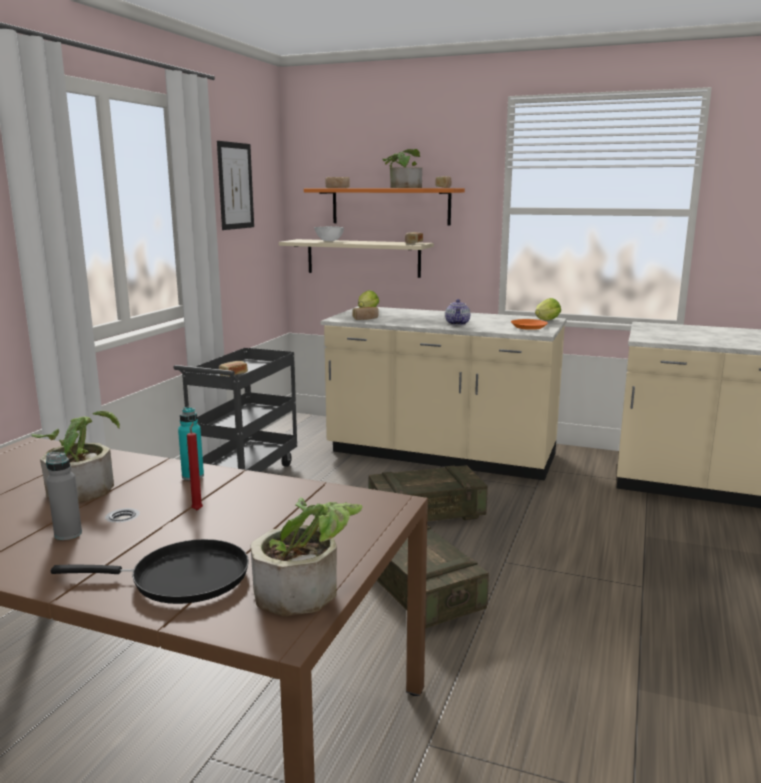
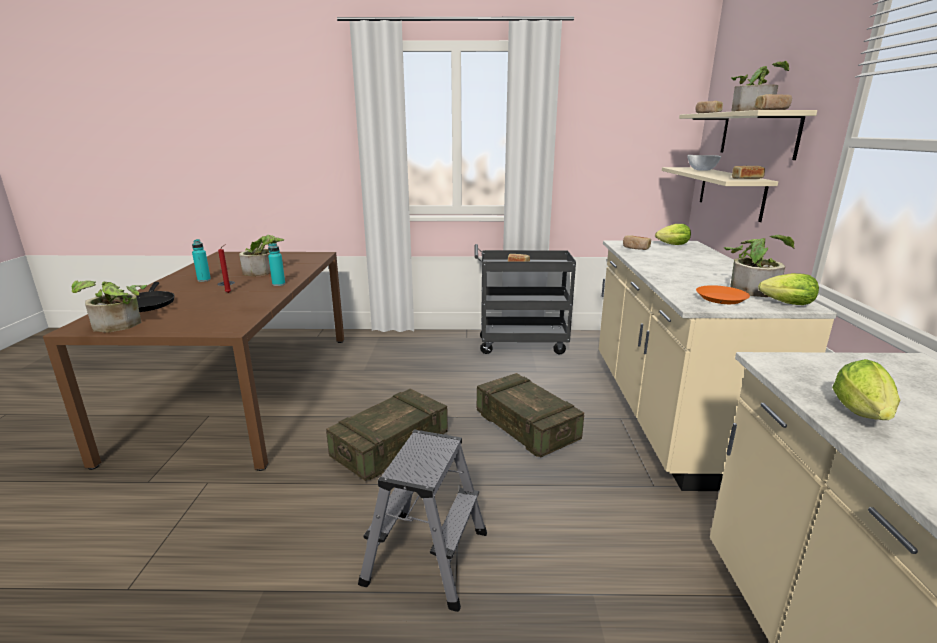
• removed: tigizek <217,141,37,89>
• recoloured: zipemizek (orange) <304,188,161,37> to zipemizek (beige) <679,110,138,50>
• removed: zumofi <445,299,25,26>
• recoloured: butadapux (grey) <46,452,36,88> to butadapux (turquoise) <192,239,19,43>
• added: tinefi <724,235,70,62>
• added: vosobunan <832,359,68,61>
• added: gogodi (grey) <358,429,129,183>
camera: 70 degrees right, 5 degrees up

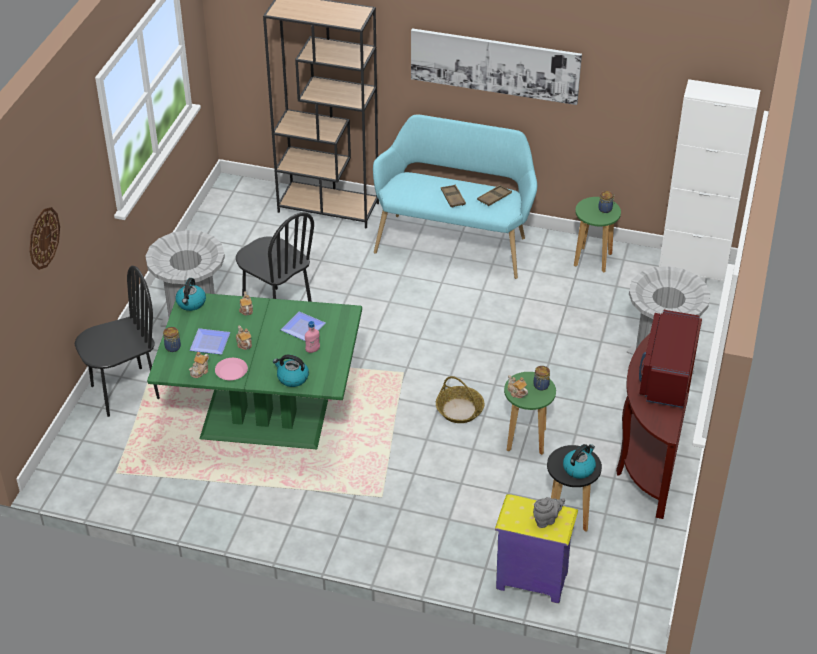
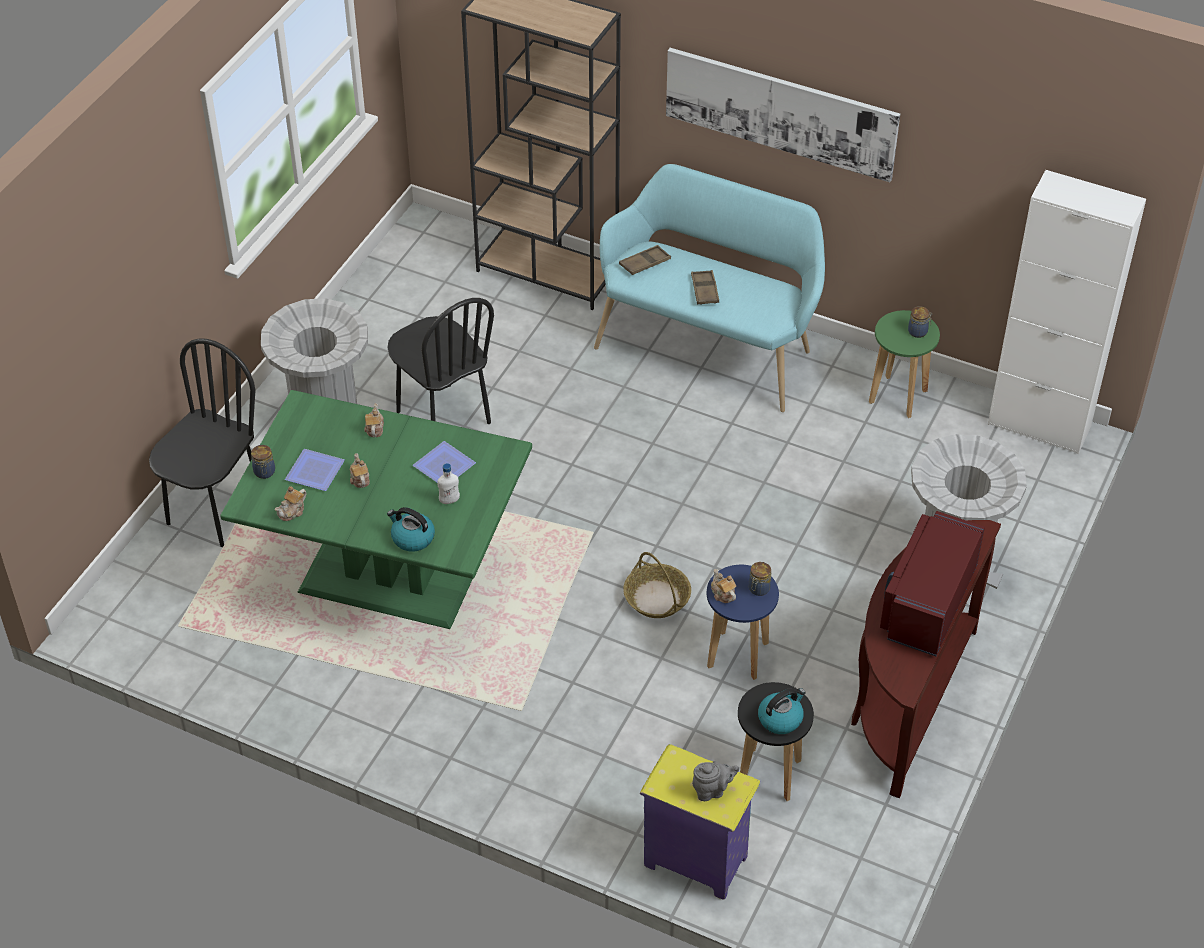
• moved: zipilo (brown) <477,185,35,21> to <619,245,52,30>
• removed: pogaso <29,207,31,63>
• turned: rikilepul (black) <75,266,85,151> = <149,338,106,209> 45 degrees counterclockwise
• removed: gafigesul <175,278,31,33>
• recoloured: butadapux (pink) <305,321,15,32> to butadapux (white) <437,463,23,41>
• removed: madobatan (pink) <215,358,33,22>
• recoloured: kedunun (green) <504,372,52,83> to kedunun (blue) <707,565,72,115>
camera: 10 degrees right, 5 degrees up

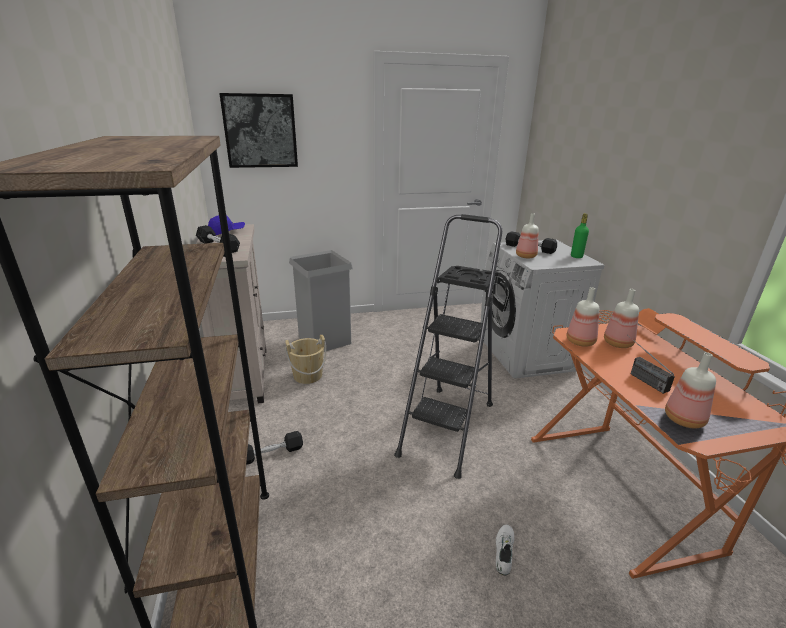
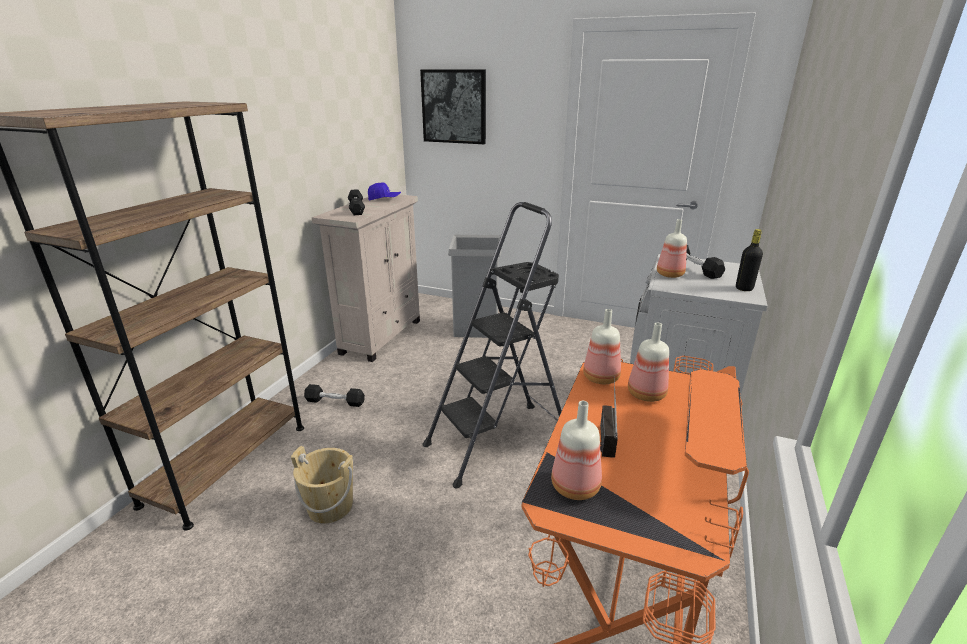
• recoloured: butadapux (green) <571,213,18,45> to butadapux (black) <736,229,27,62>
• moved: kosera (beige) <285,335,41,49> to <291,446,62,78>
• removed: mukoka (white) <496,525,18,50>
camera: 35 degrees right, 0 degrees up

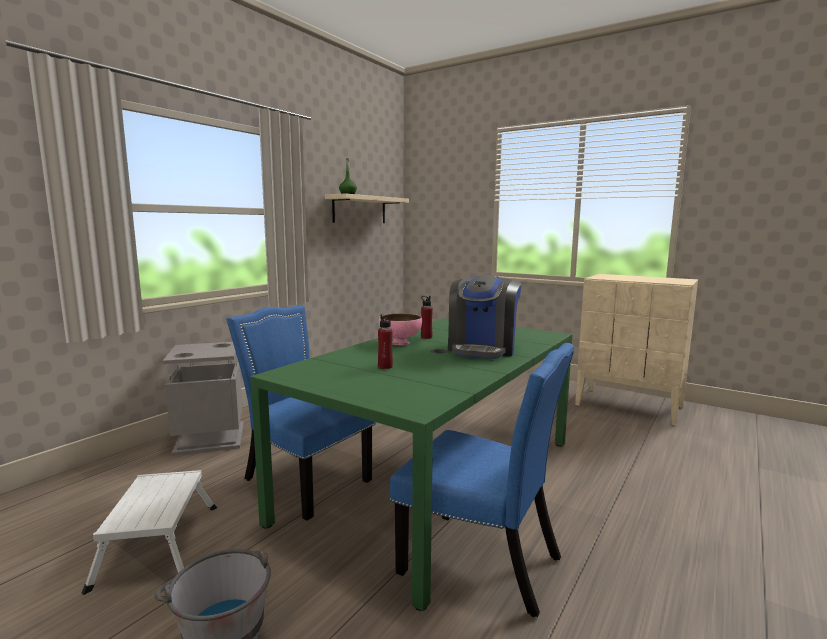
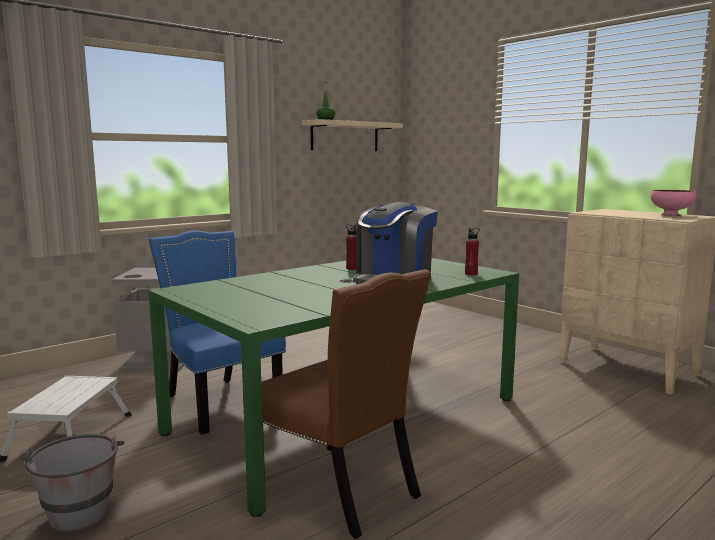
• moved: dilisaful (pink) <379,313,43,32> to <650,190,46,26>
• moved: butadapux (red) <378,314,15,55> to <465,228,15,47>
• recoloured: rikilepul (blue) <390,343,184,274> to rikilepul (brown) <243,270,188,269>
camera: 15 degrees right, 0 degrees up

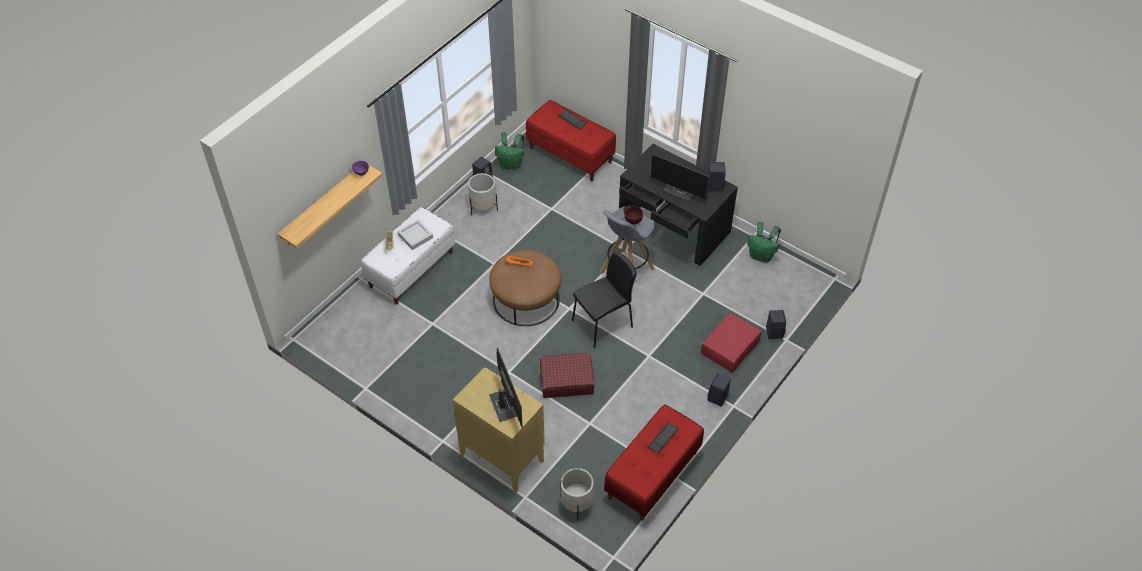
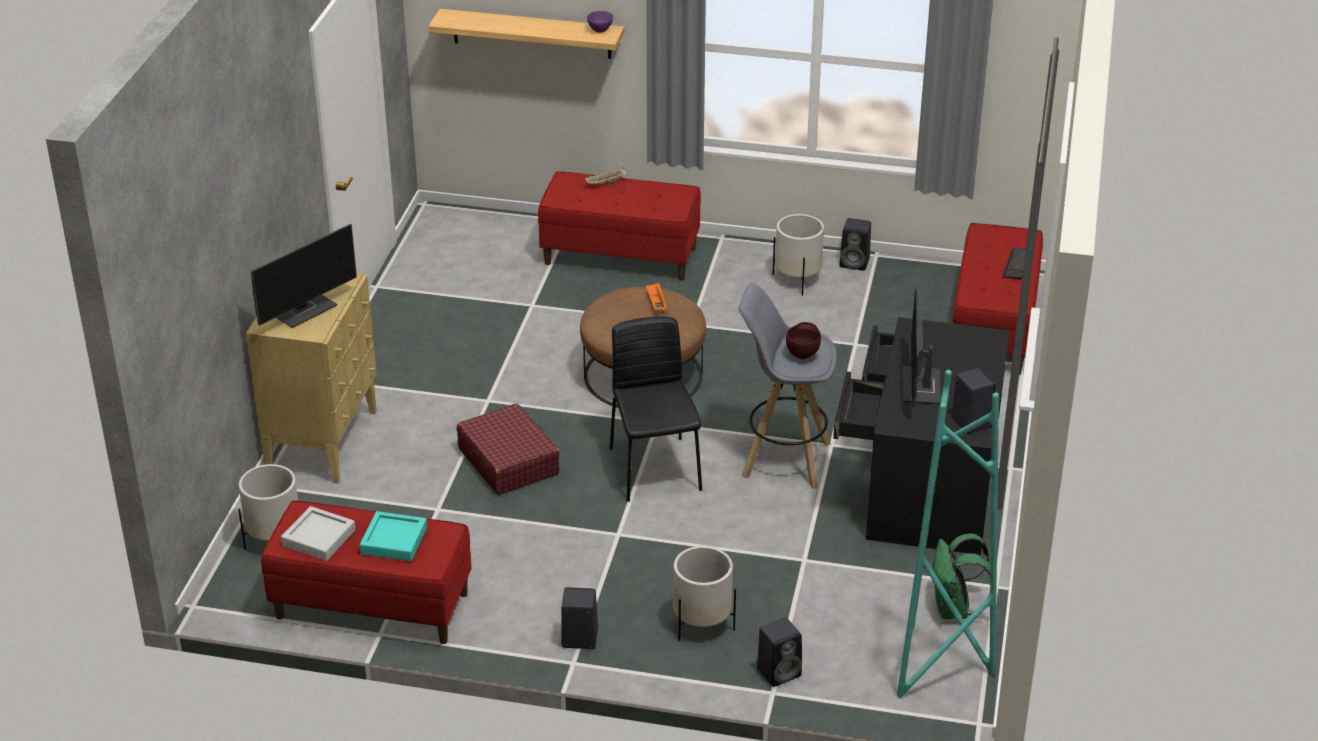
• removed: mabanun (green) <495,132,29,38>
• recoloured: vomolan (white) <361,207,94,98> to vomolan (red) <538,171,163,110>
• moved: zipilo (grey) <397,220,36,30> to <281,506,74,55>
• turned: rikilepul (black) <572,251,65,97> = <610,316,93,186> 135 degrees counterclockwise
• replaced: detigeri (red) <701,313,61,59> to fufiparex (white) <673,546,63,95>
• replaced: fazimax <648,423,31,30> to zipilo (turquoise) <360,511,67,50>
• added: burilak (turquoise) <897,370,102,327>
camera: 65 degrees right, 15 degrees down

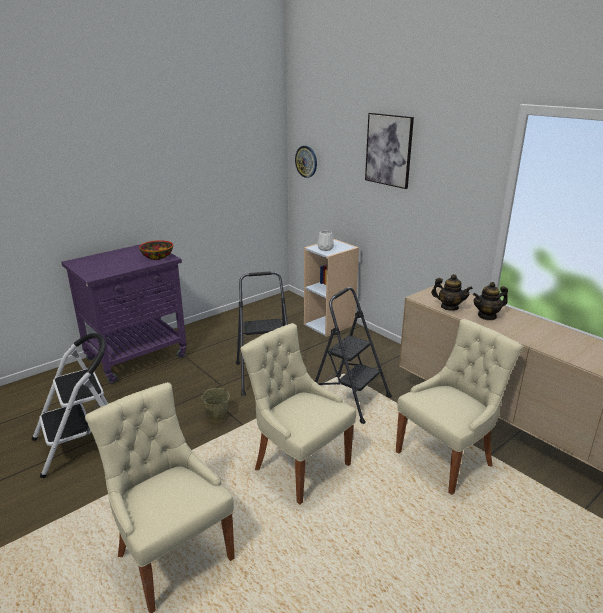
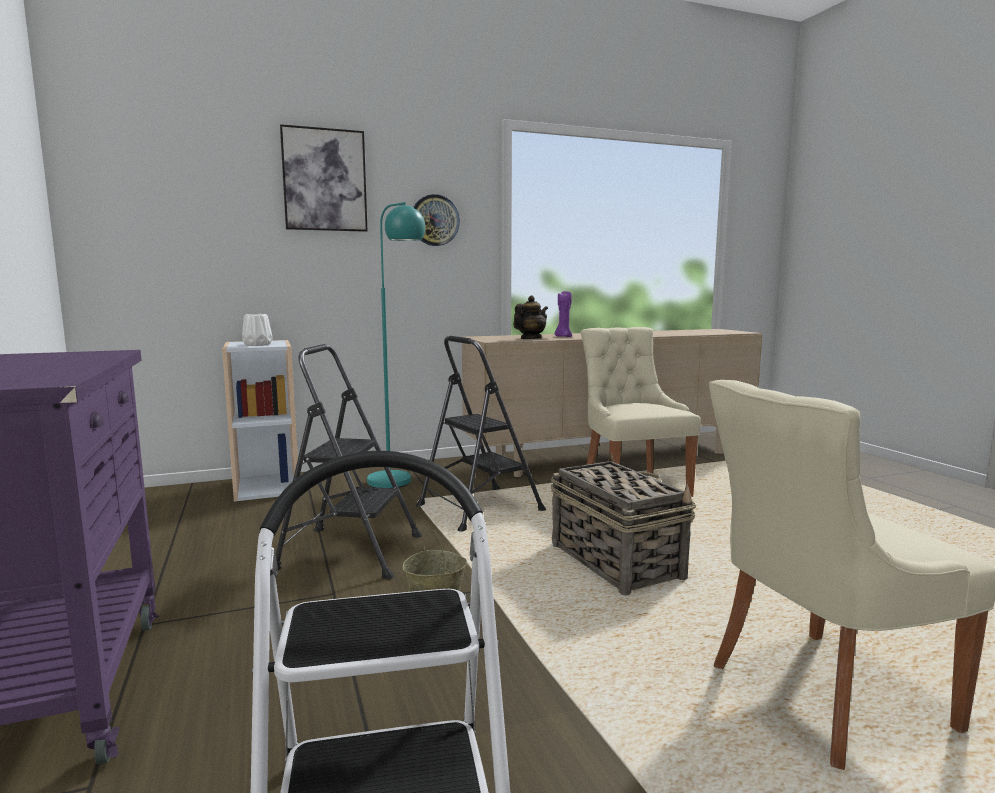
• moved: pogaso <295,146,22,32> to <413,194,47,52>
• removed: dilisaful <139,240,34,20>
• replaced: zumofi <473,282,35,38> to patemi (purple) <555,291,17,46>
• replaced: rikilepul (beige) <241,323,115,182> to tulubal <551,452,146,144>
• added: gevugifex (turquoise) <367,202,58,286>
camera: 70 degrees left, 15 degrees down

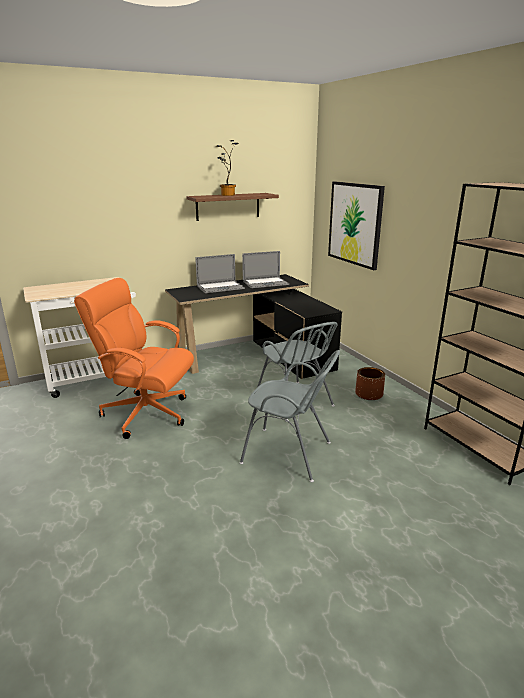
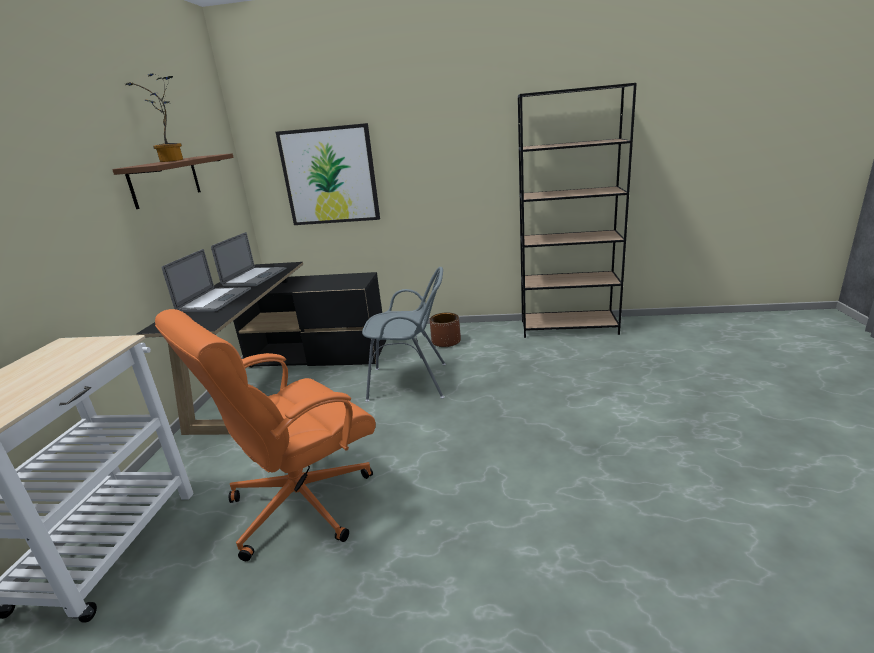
• removed: rikilepul (grey) <239,350,101,132>
camera: 55 degrees left, 0 degrees up

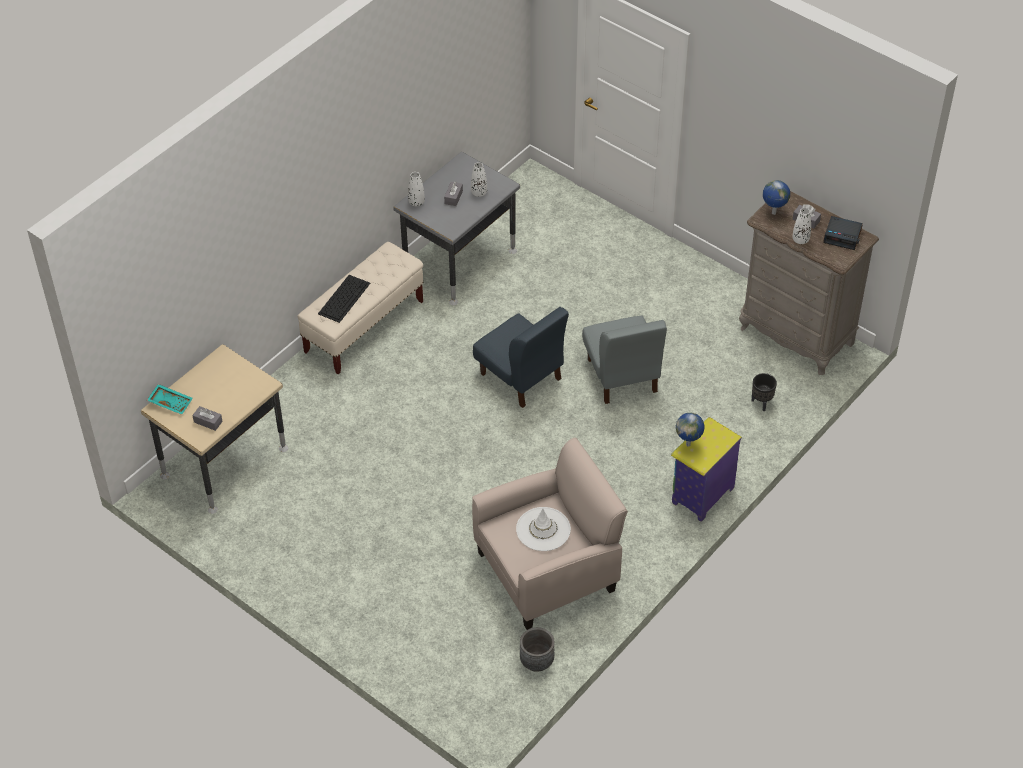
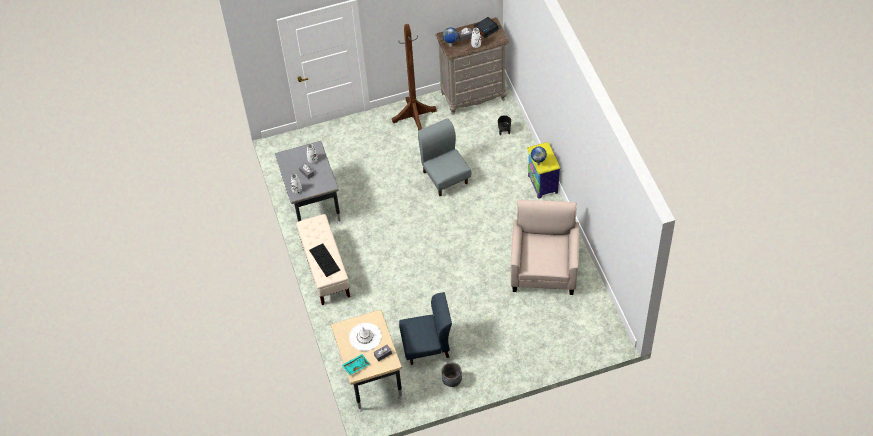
• moved: rikilepul (blue) <473,307,96,101> to <399,292,53,73>
• turned: rikilepul (grey) <582,316,85,88> = <418,118,53,78> 135 degrees counterclockwise
• moved: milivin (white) <516,507,55,44> to <349,323,33,28>
• moved: fufiparex (grey) <520,627,35,45> to <442,362,20,25>
• added: burilak (brown) <392,24,45,107>
camera: 55 degrees left, 5 degrees up

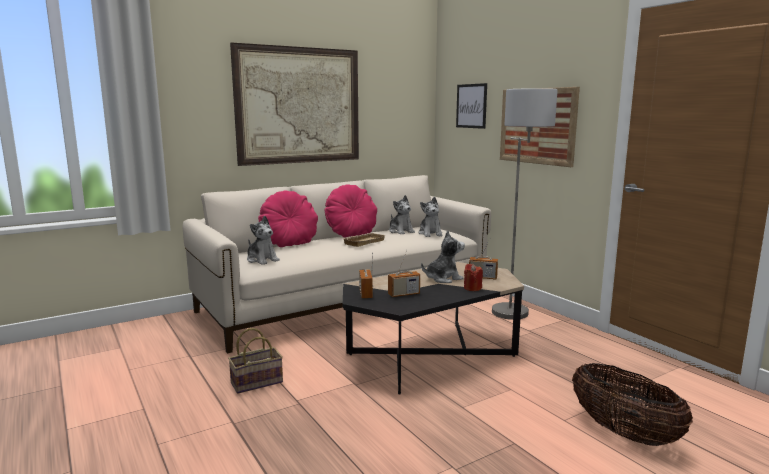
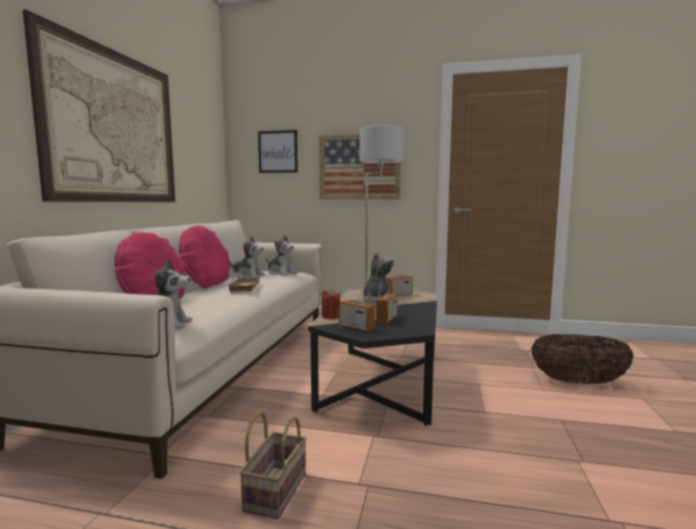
• moved: patemi (red) <464,264,19,27> to <321,289,19,30>
camera: 45 degrees left, 5 degrees down

